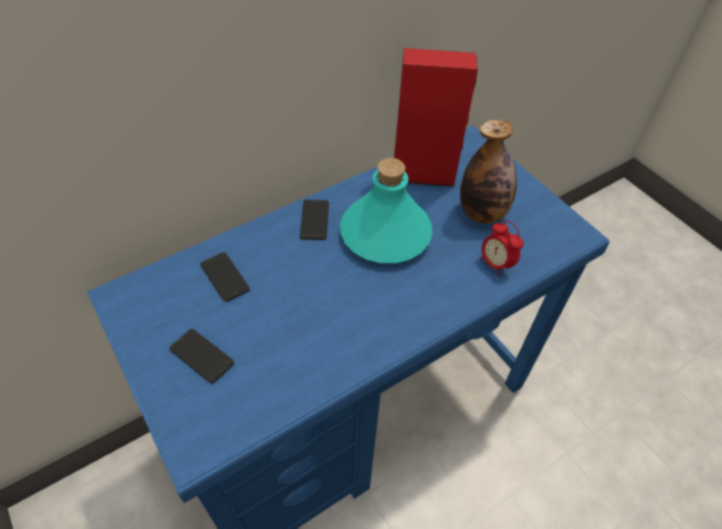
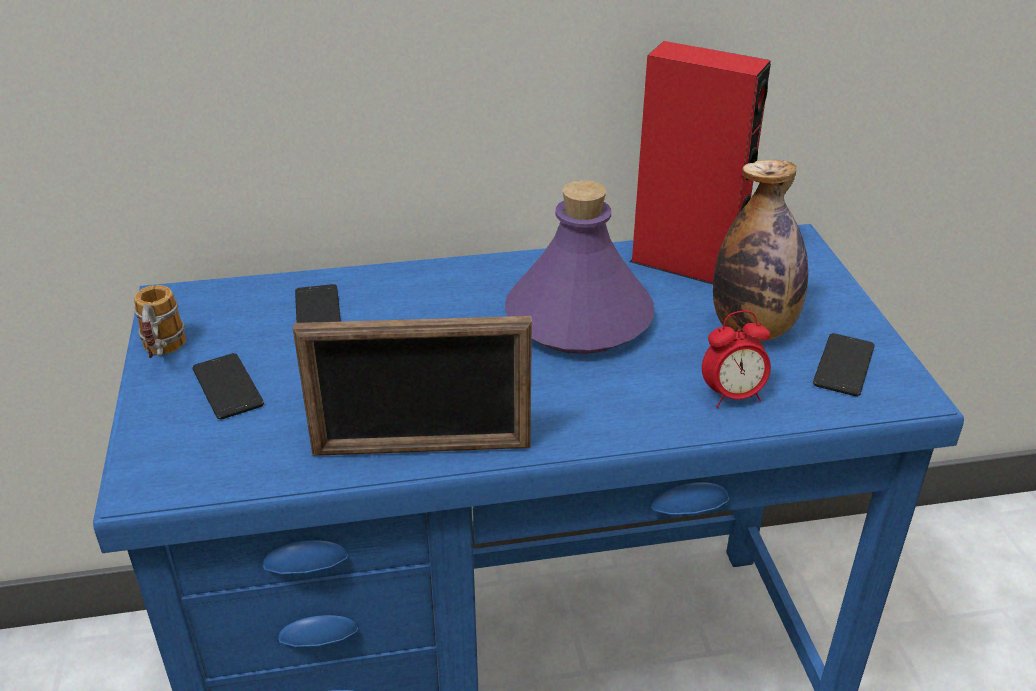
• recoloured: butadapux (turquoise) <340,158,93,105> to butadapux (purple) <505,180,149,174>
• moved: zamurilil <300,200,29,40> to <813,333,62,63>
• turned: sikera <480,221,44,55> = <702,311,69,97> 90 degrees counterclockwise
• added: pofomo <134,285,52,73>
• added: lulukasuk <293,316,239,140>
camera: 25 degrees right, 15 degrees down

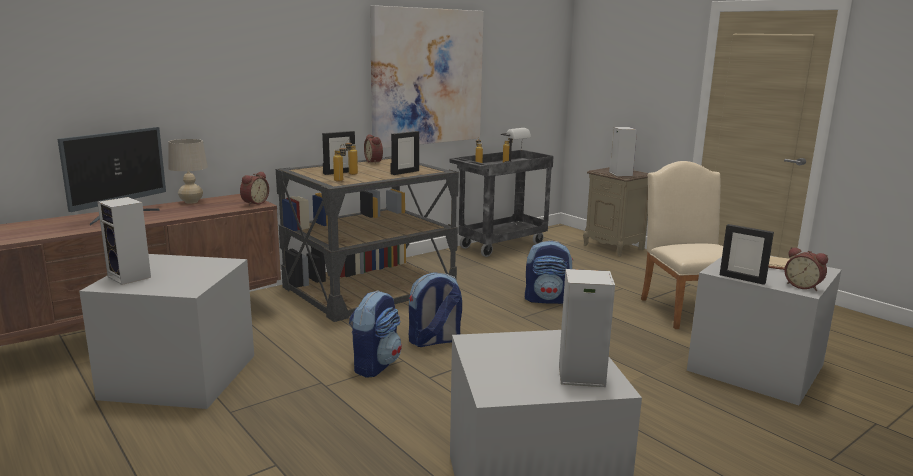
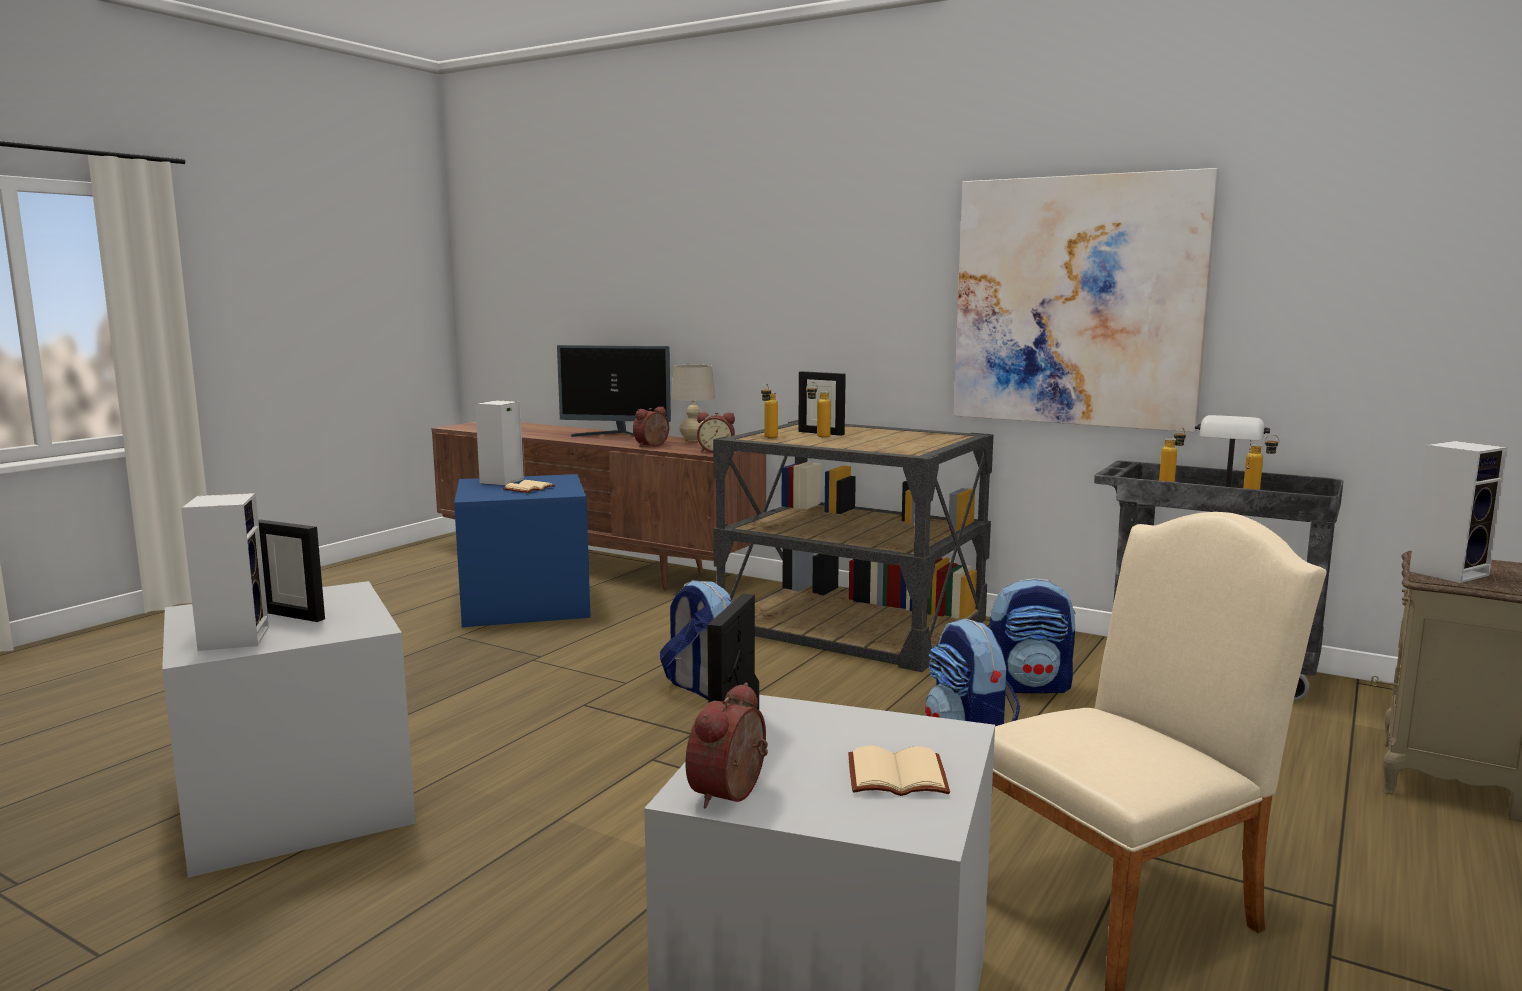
• moved: lulukasuk <391,131,28,44> to <258,520,67,102>
• moved: sikera <364,135,19,29> to <633,407,36,40>
• recoloured: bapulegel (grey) <79,254,175,155> to bapulegel (blue) <454,474,137,153>
• moved: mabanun <349,290,53,88> to <989,578,87,115>
• added: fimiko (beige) <503,480,52,13>
camera: 70 degrees right, 5 degrees down

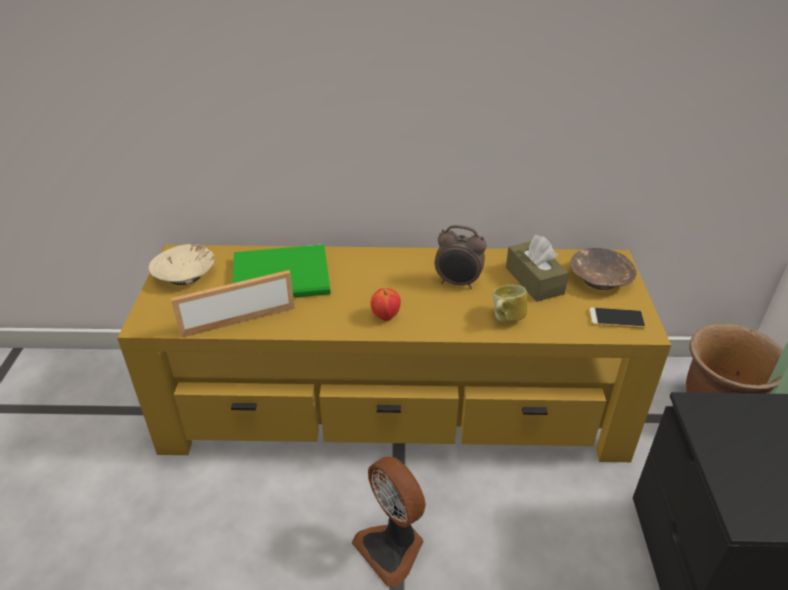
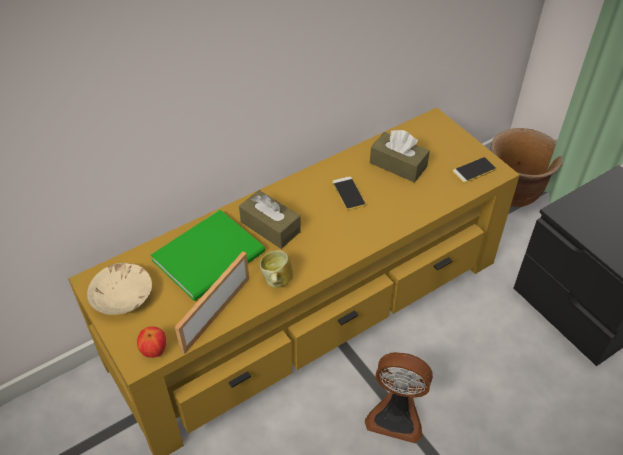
• replaced: sikera <435,225,52,64> to zamurilil <332,176,34,34>
• removed: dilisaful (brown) <570,248,66,42>
• moved: pofomo <493,285,34,37> to <259,250,34,38>
• moved: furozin <370,288,31,33> to <137,327,29,31>
• added: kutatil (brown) <239,190,62,59>
camera: 35 degrees left, 10 degrees up

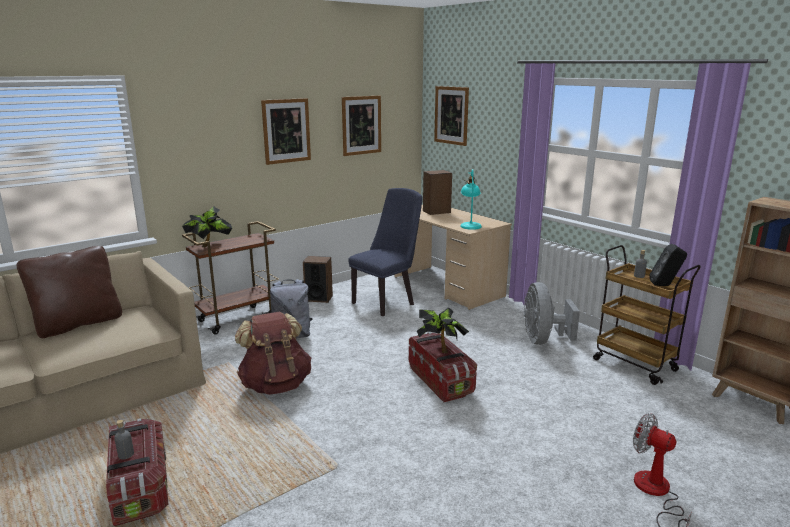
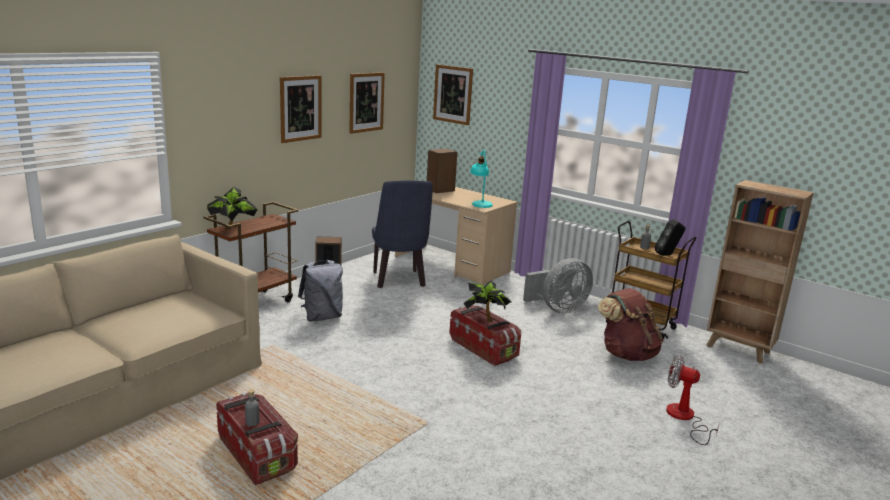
• turned: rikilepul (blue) <348,188,74,128> = <372,180,61,108> 135 degrees clockwise
• removed: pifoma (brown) <17,246,105,92>
• turned: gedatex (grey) <524,282,56,63> = <523,258,70,56> 105 degrees counterclockwise
• moved: mabanun (brown) <235,312,76,83> to <598,288,66,73>
camera: 15 degrees left, 0 degrees up

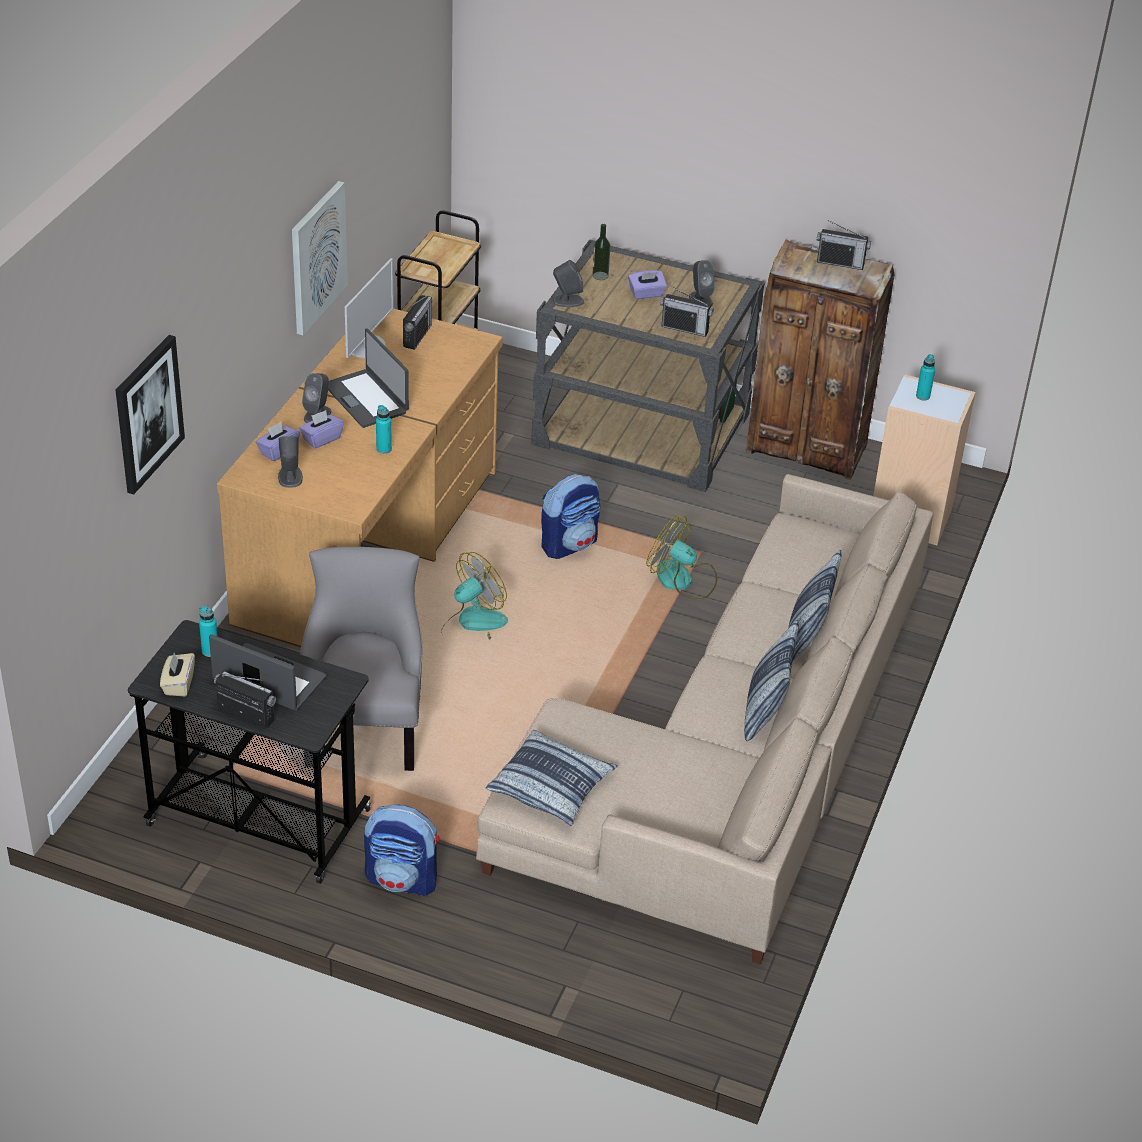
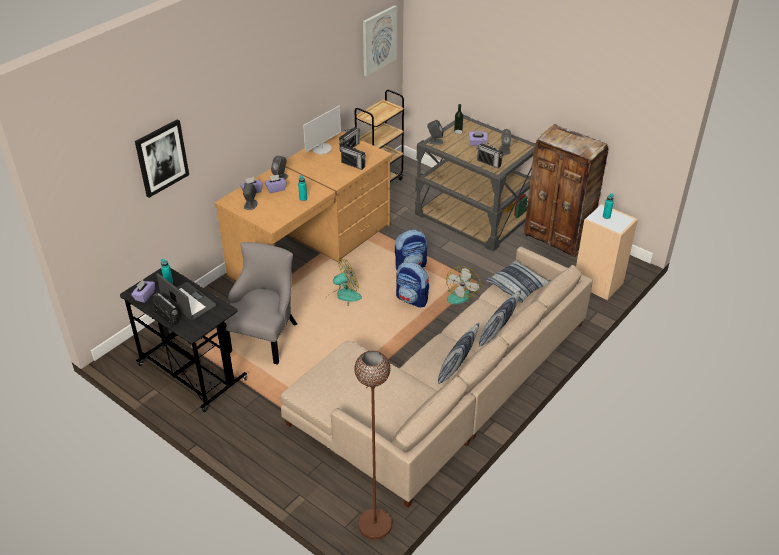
• moved: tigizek <292,181,56,154> to <363,5,34,71>
• moved: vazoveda <817,220,54,50> to <339,142,27,28>
• removed: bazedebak <328,329,81,99>
• turned: gedatex <646,516,71,83> = <446,266,35,38> 120 degrees counterclockwise
• recoloured: kutatil (beige) <160,653,35,44> to kutatil (purple) <131,279,24,24>
• moved: pifoma <486,730,131,96> to <486,260,64,43>
• moved: mabanun <364,805,76,91> to <396,262,33,46>
• added: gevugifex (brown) <354,351,38,188>
camera: 20 degrees right, 0 degrees up

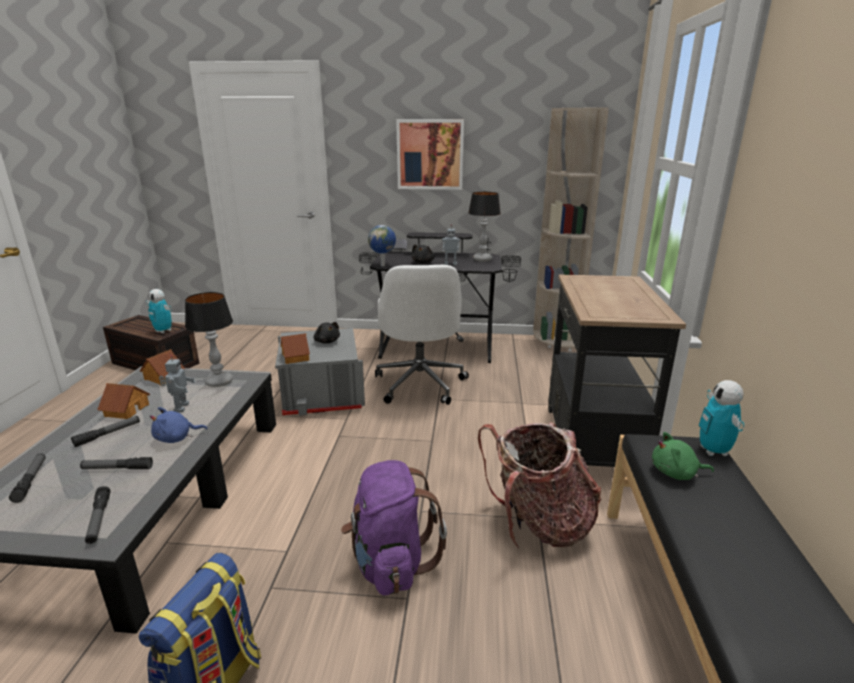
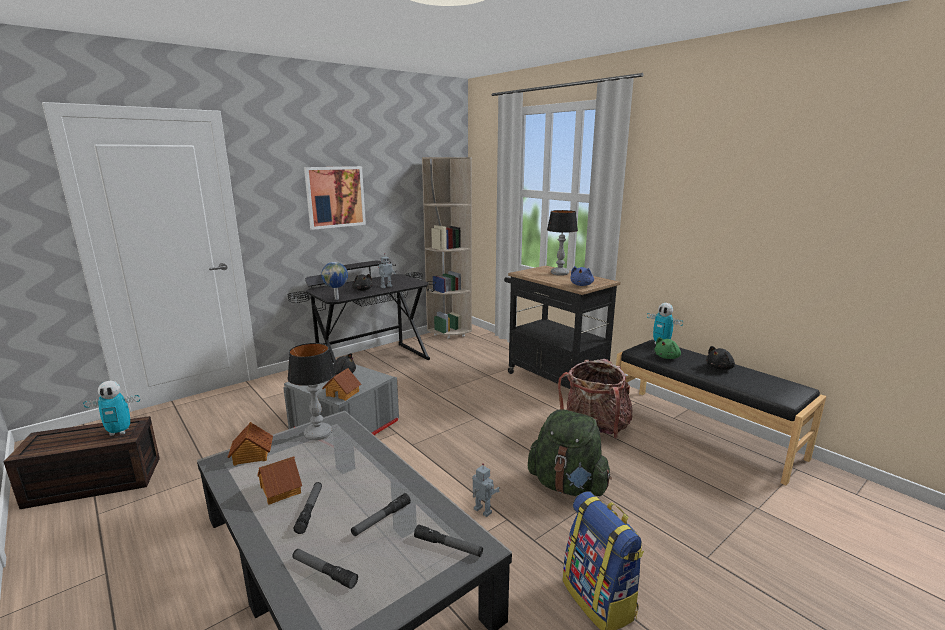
• moved: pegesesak <468,192,33,70> to <547,210,31,66>
• removed: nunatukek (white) <375,265,94,140>
• moved: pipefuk <159,355,36,57> to <472,463,28,54>
• moved: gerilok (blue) <150,407,57,36> to <570,266,24,20>
• recoloured: mabanun (purple) <341,460,106,136> to mabanun (green) <528,409,84,87>
• added: gerilok (black) <706,346,29,24>
camera: 45 degrees left, 5 degrees down

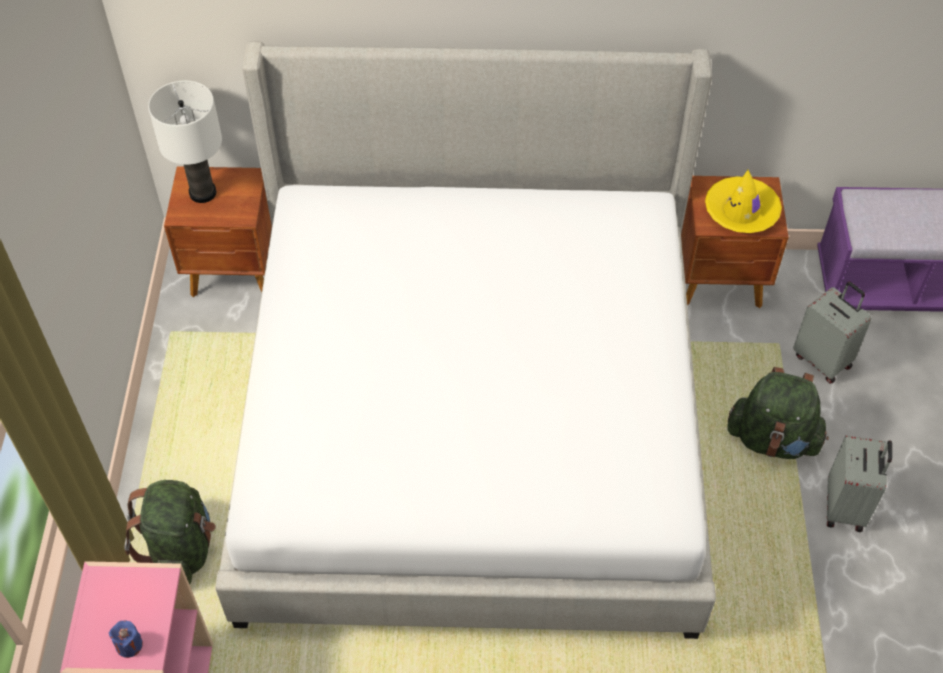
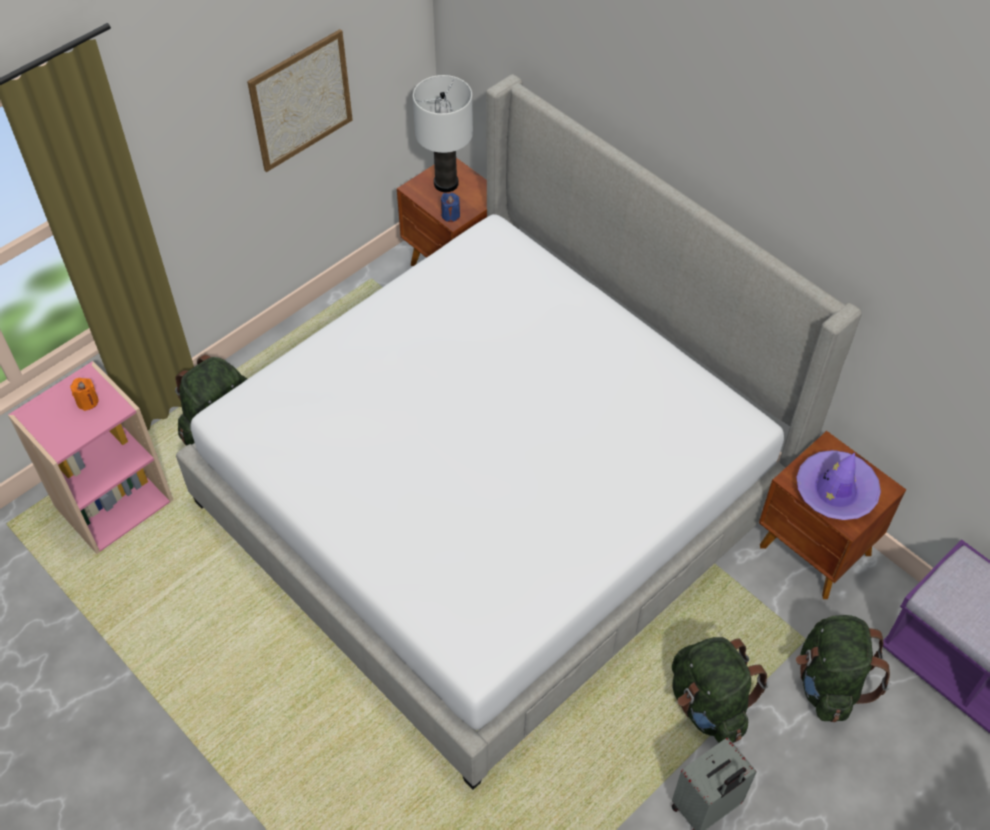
• recoloured: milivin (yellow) <705,170,77,63> to milivin (purple) <797,450,84,70>
• replaced: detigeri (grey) <793,281,79,103> to mabanun (green) <796,615,94,107>
• moved: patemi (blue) <109,620,34,38> to <441,193,19,29>
• added: tigizek <247,29,106,143>
• added: patemi (orange) <70,378,29,33>
camera: 45 degrees right, 0 degrees up

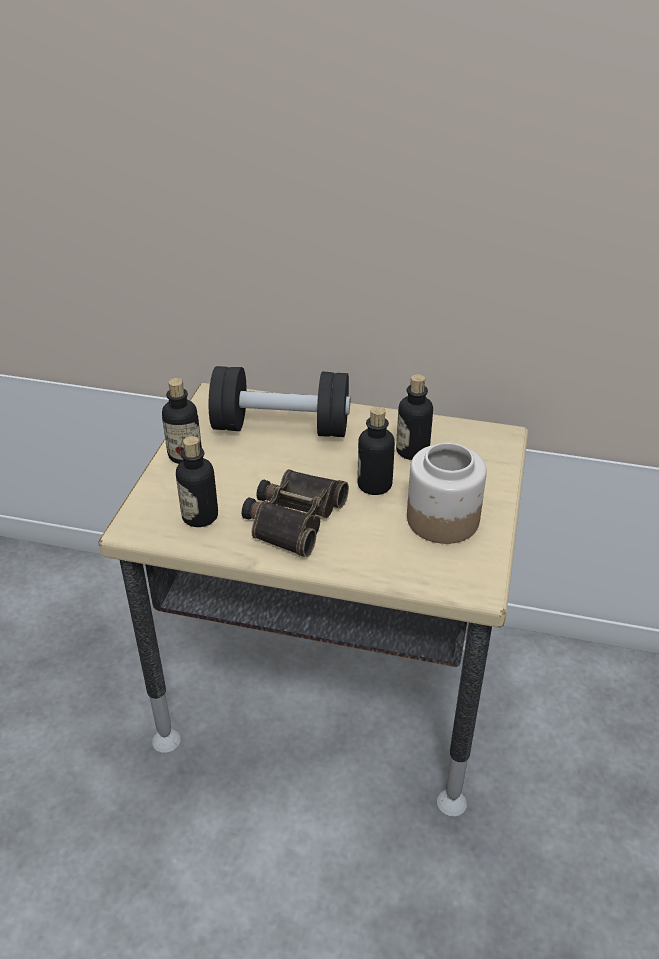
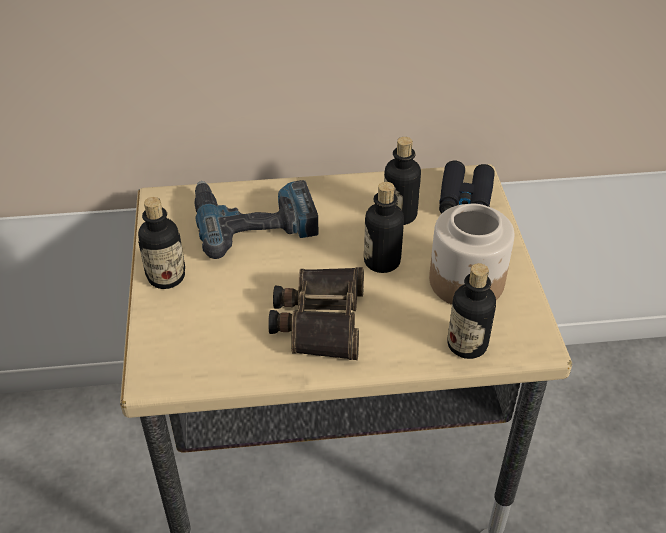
• replaced: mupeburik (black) <209,366,141,71> to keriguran <194,180,124,79>
• moved: butadapux <176,436,42,91> to <447,263,49,96>
• added: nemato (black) <439,161,56,52>
camera: 20 degrees left, 5 degrees up

